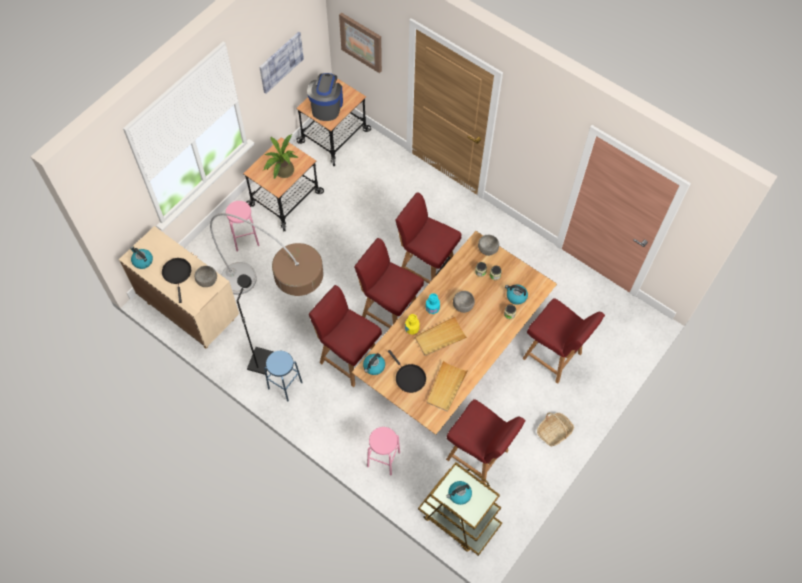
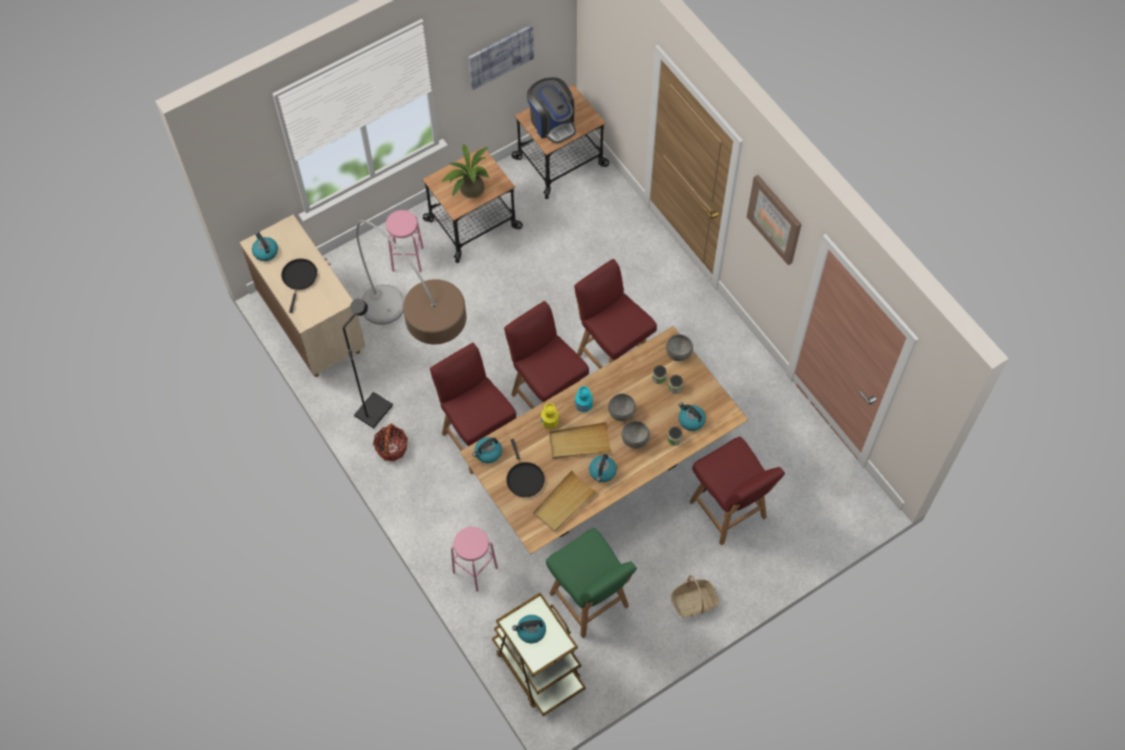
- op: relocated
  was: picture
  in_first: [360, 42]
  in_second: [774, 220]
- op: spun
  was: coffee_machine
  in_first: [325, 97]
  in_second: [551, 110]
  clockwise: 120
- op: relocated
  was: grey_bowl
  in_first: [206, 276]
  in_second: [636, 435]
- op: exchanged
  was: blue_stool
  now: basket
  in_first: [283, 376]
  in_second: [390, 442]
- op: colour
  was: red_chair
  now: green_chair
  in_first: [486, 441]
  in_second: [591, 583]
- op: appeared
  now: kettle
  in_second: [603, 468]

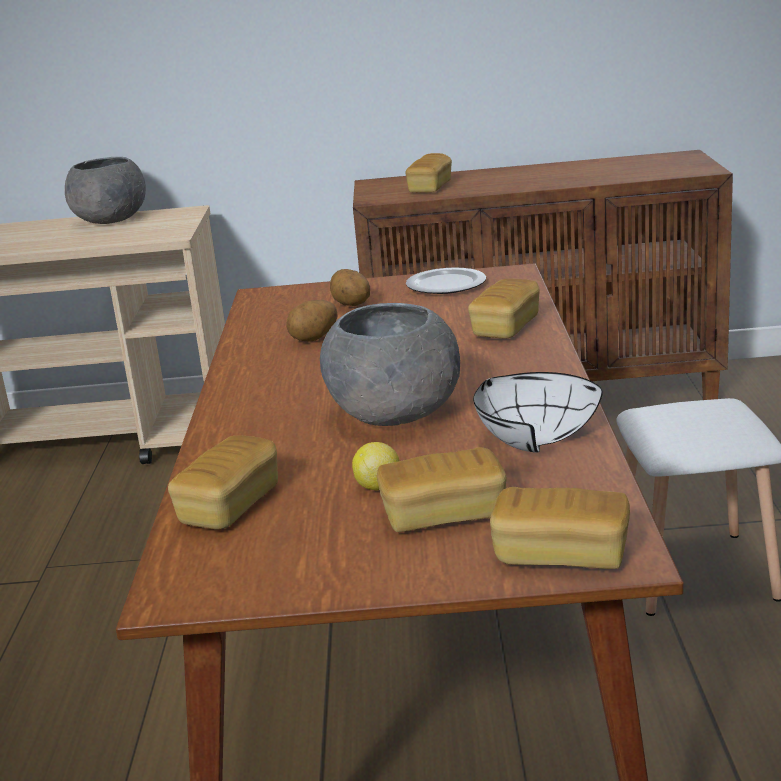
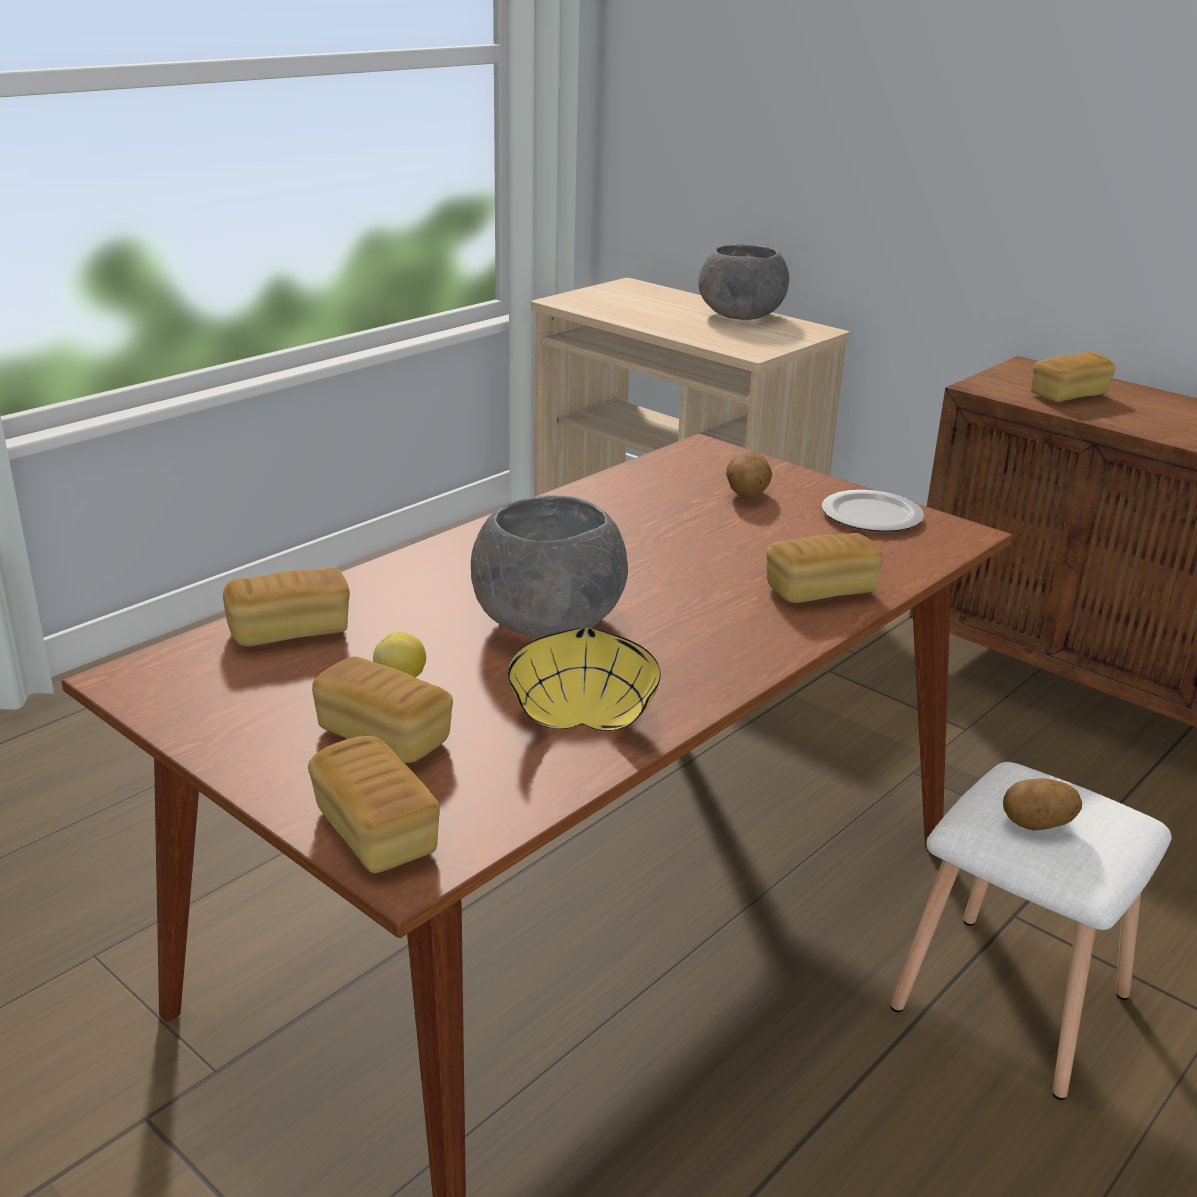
- op: relocated
  was: potato
  in_first: [312, 320]
  in_second: [1042, 804]
- op: colour
  was: white_bowl
  now: yellow_bowl
  in_first: [538, 412]
  in_second: [584, 679]

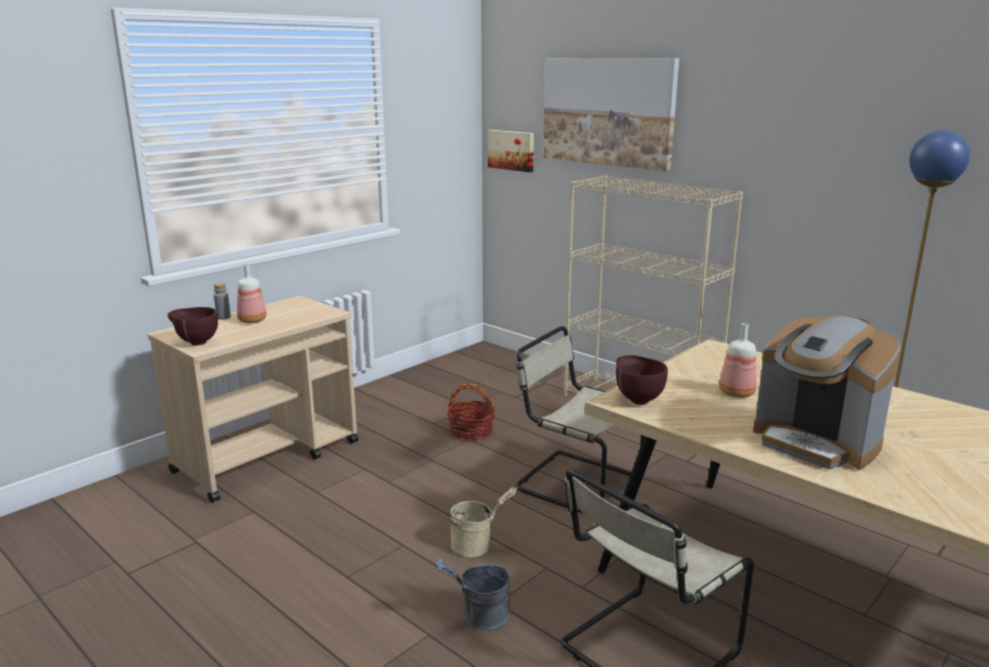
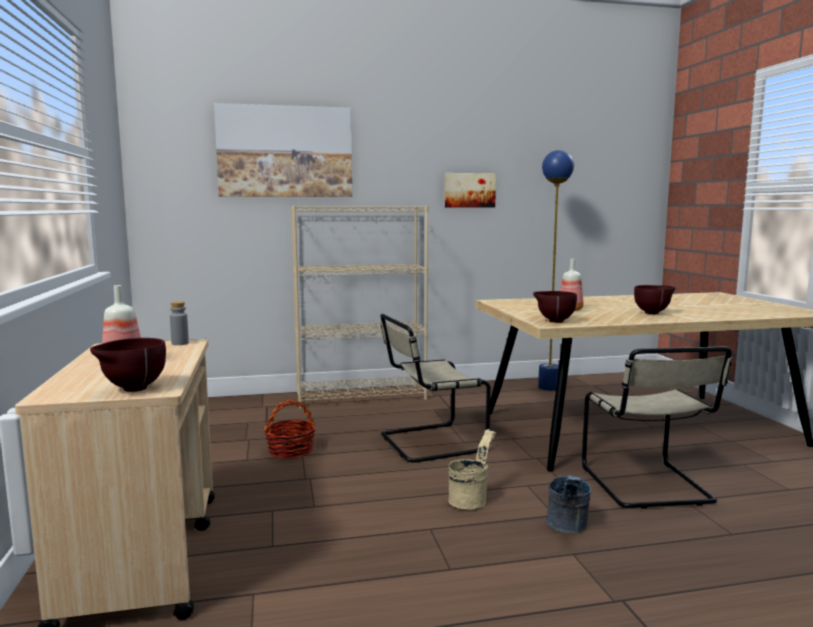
- op: relocated
  was: picture
  in_first: [511, 151]
  in_second: [470, 190]
- op: relocated
  was: grey_bottle
  in_first: [222, 301]
  in_second: [179, 323]
- op: exchanged
  was: coffee_machine
  now: brown_bowl
  in_first: [827, 392]
  in_second: [654, 299]

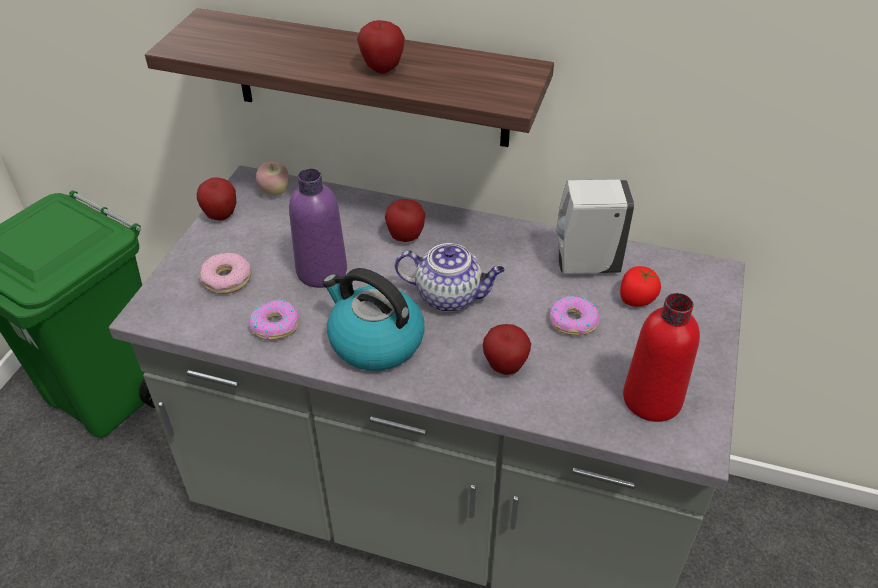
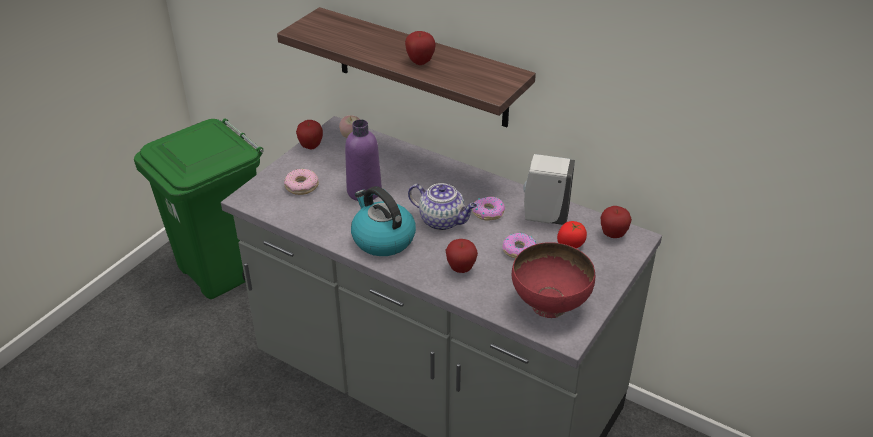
- op: relocated
  was: apple
  in_first: [405, 220]
  in_second: [616, 222]
- op: exchanged
  was: red_bottle
  now: red_bowl
  in_first: [661, 357]
  in_second: [553, 280]
- op: relocated
  was: donut
  in_first: [273, 320]
  in_second: [488, 208]

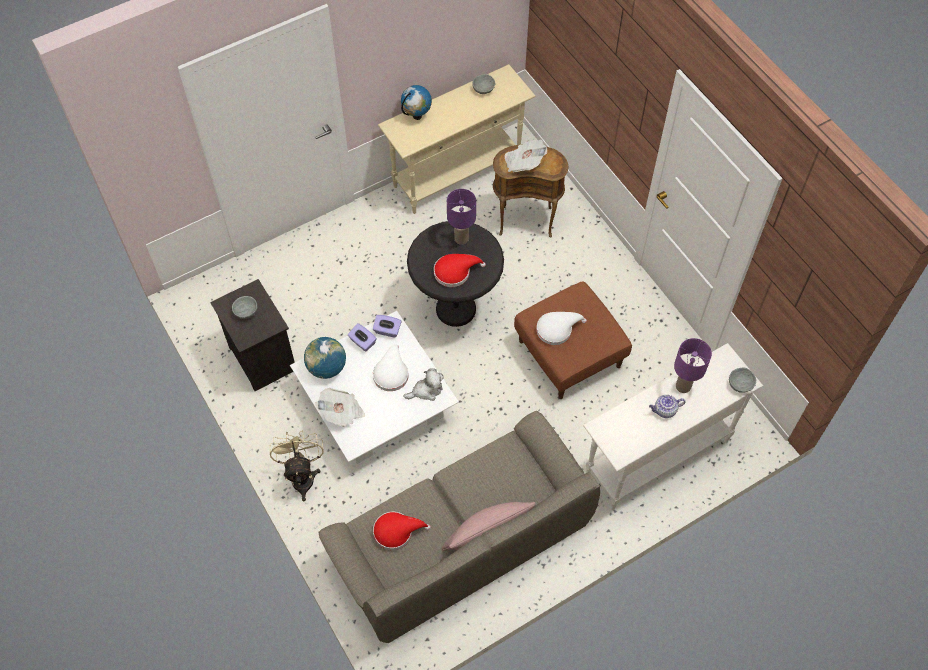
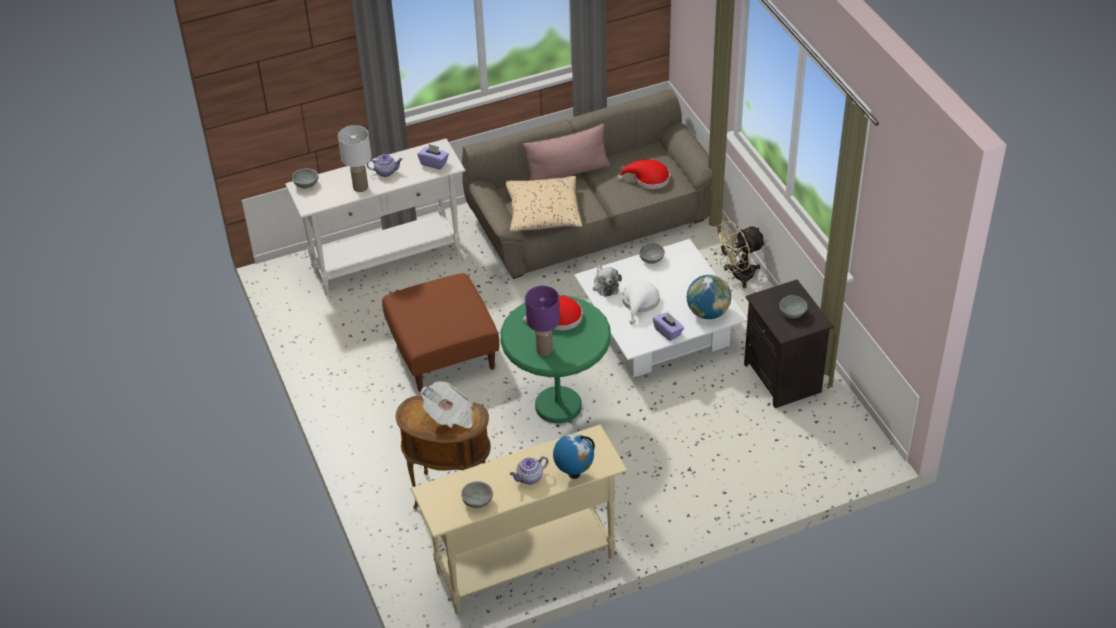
- op: colour
  was: black_side_table
  now: green_side_table
  in_first: [455, 274]
  in_second: [556, 359]
- op: missing
  was: white_hat
  in_first: [561, 328]
- op: relocated
  was: purple_tissue_box
  in_first: [387, 326]
  in_second: [433, 157]
- op: colour
  was: purple_table_lamp
  now: white_table_lamp
  in_first: [693, 365]
  in_second: [355, 158]
- op: spun
  was: plush_toy
  in_first: [423, 384]
  in_second: [607, 280]
  clockwise: -90
- op: missing
  was: newspaper
  in_first: [340, 407]
- op: spun
  was: beige_fan
  in_first: [297, 465]
  in_second: [739, 254]
  clockwise: 60
- op: appeared
  now: beige_pillow
  in_second: [544, 204]
- op: appeared
  now: grey_bowl
  in_second: [652, 253]
- op: appeared
  now: teapot
  in_second: [529, 470]

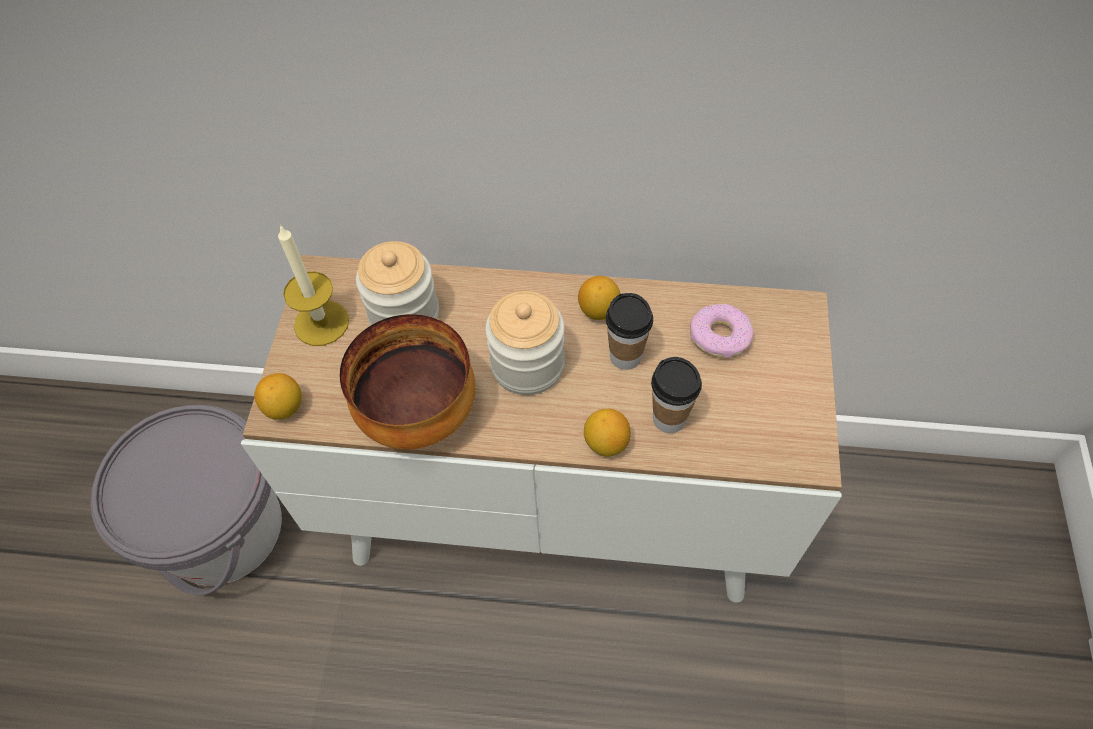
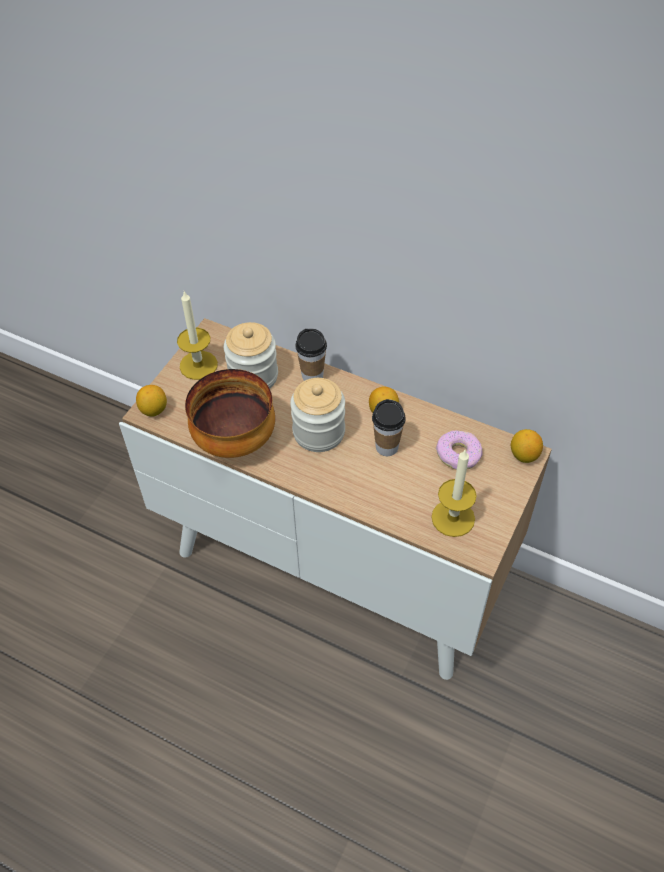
- op: relocated
  was: cup
  in_first: [676, 395]
  in_second: [311, 354]
- op: missing
  was: grey_bucket
  in_first: [186, 500]
- op: relocated
  was: lemon
  in_first: [607, 433]
  in_second: [527, 446]
- op: appeared
  now: candle
  in_second: [454, 493]

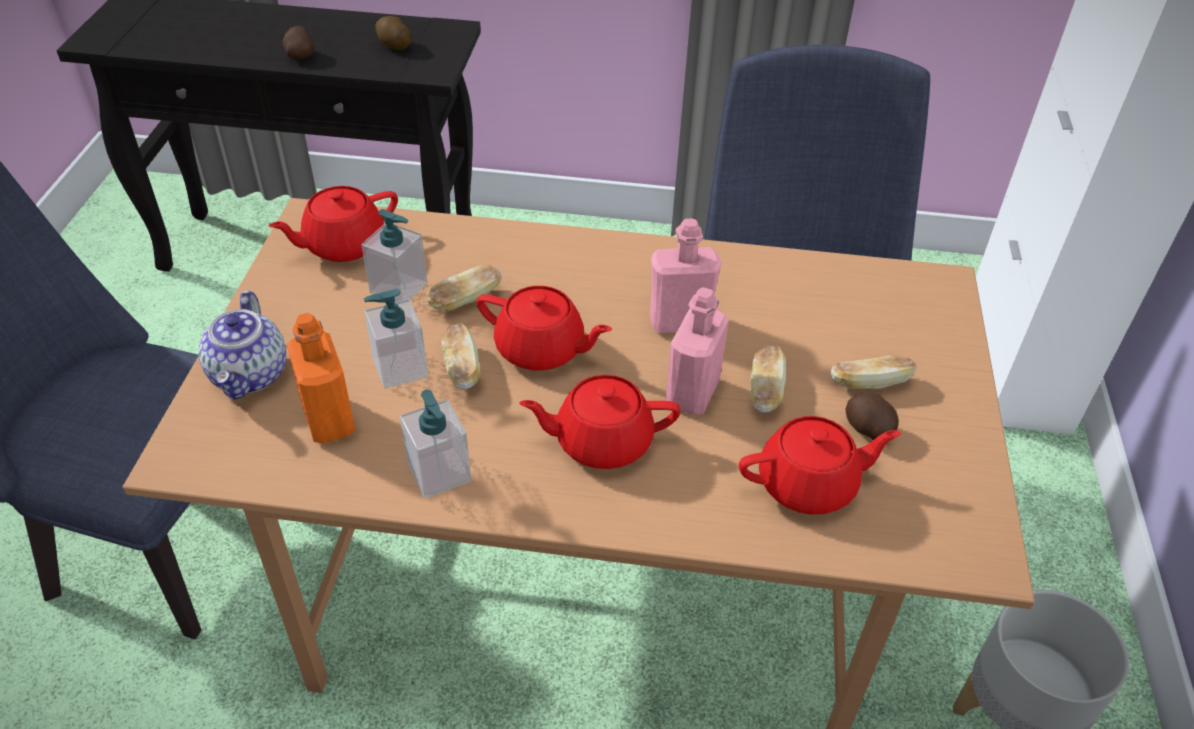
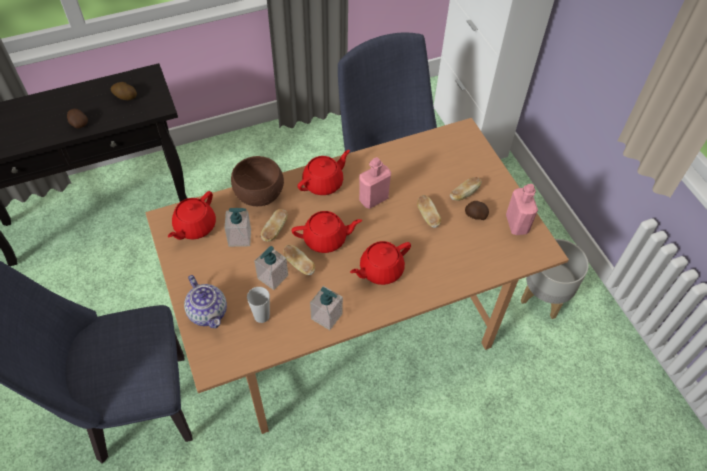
- op: relocated
  was: pink_bottle
  in_first: [697, 350]
  in_second: [522, 209]
- op: exchanged
  was: orange_bottle
  now: cup
  in_first: [321, 378]
  in_second: [258, 305]
- op: relocated
  was: red_teapot
  in_first: [820, 465]
  in_second: [324, 172]
- op: appeared
  now: brown_bowl
  in_second: [257, 181]

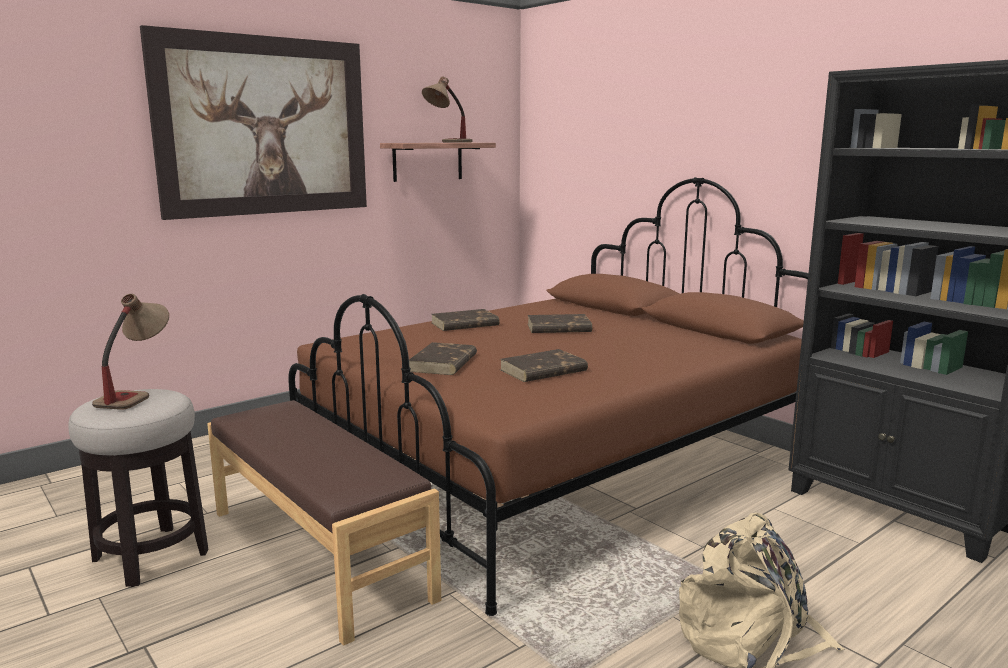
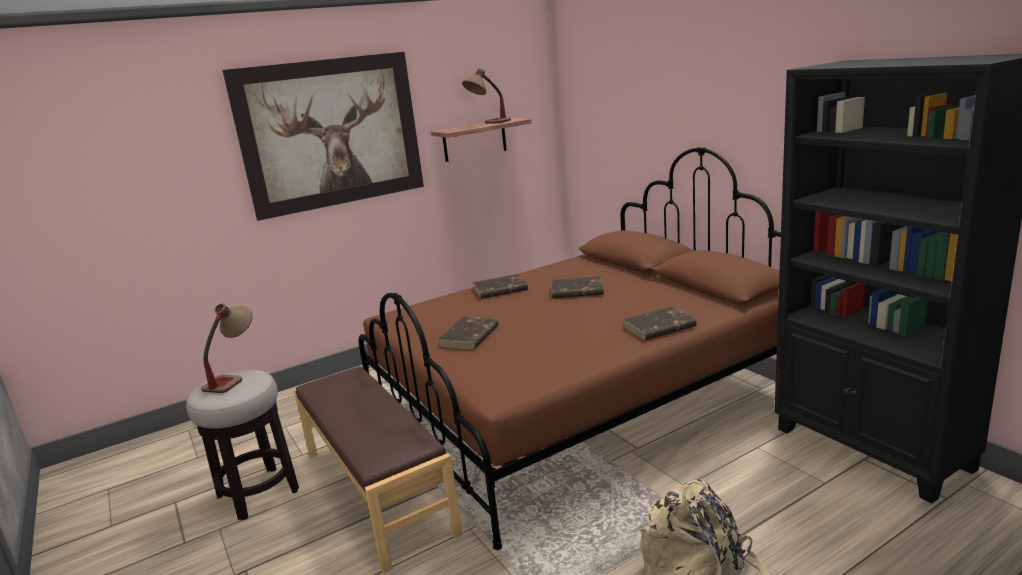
- op: relocated
  was: brown_book
  in_first: [544, 365]
  in_second: [660, 323]

